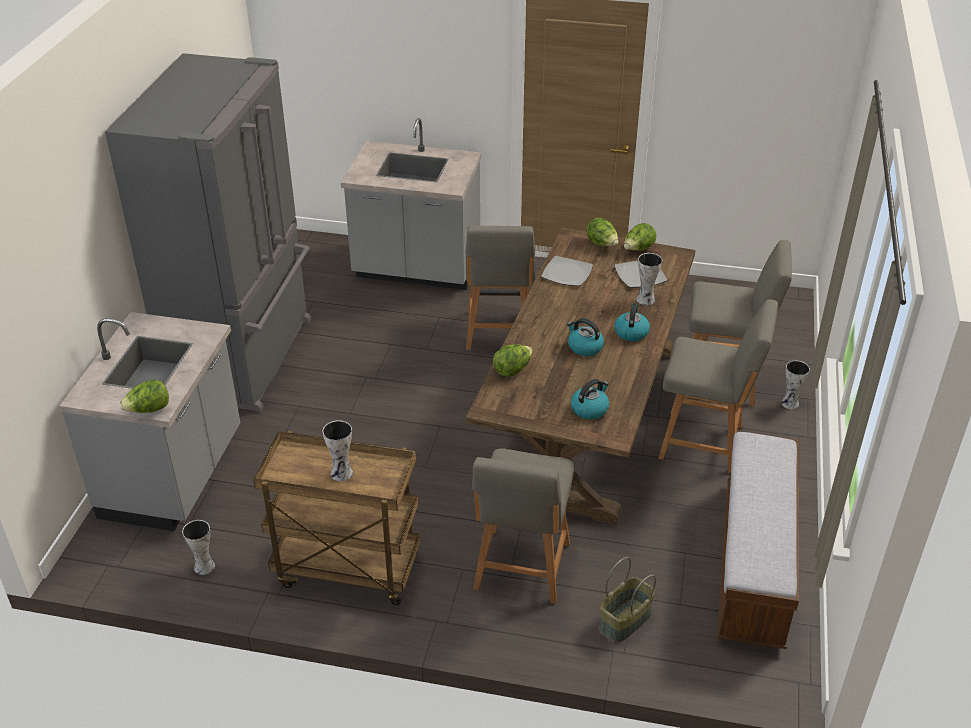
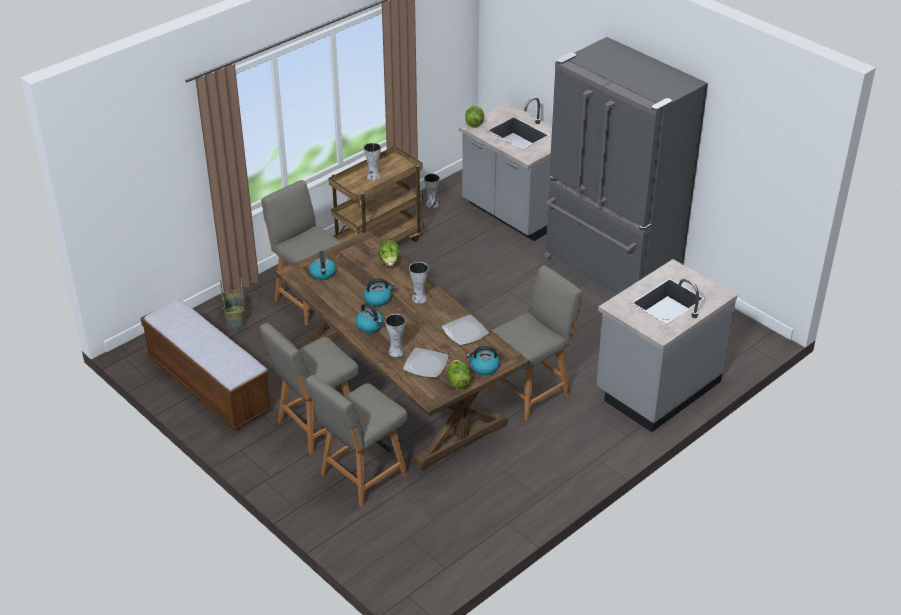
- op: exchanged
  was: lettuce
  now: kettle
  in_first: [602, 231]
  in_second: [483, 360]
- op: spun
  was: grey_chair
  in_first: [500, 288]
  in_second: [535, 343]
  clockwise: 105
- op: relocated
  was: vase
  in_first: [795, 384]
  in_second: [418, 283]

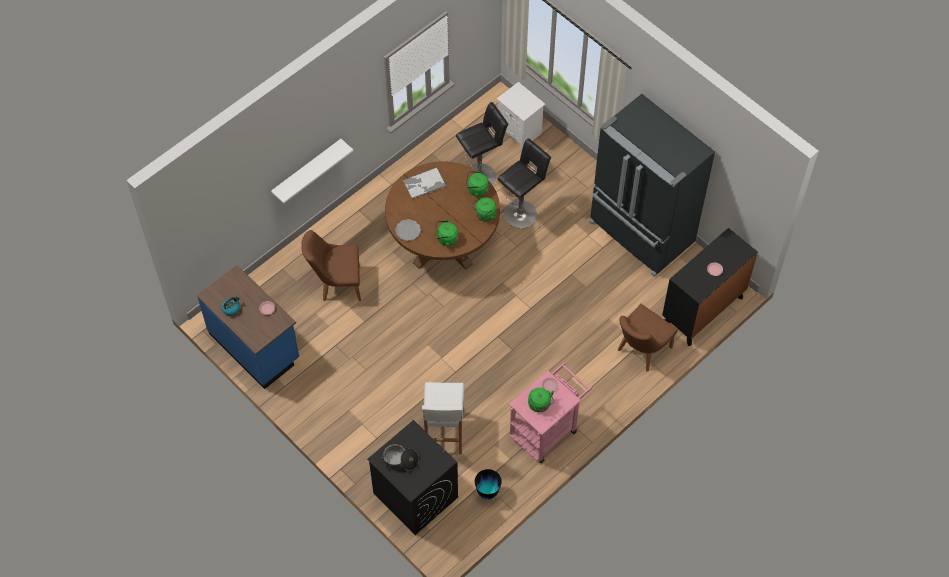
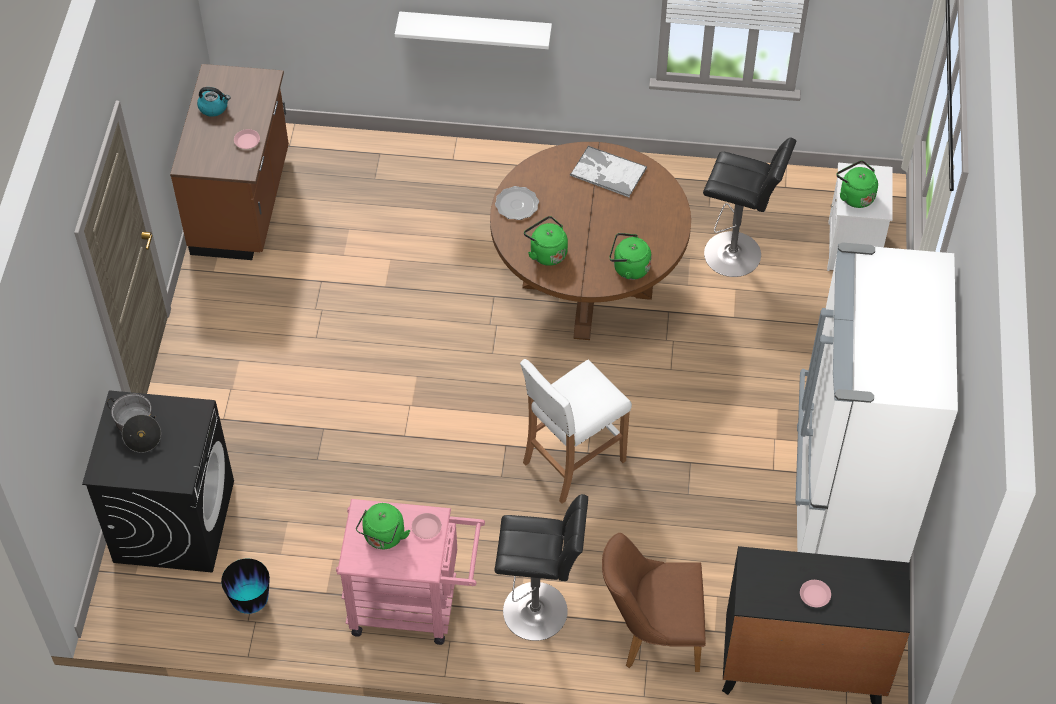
- op: colour
  was: black_fridge
  now: white_fridge
  in_first: [652, 185]
  in_second: [876, 402]
- op: relocated
  was: black_stool
  in_first: [524, 183]
  in_second: [541, 567]
- op: relocated
  was: green_kettle
  in_first: [477, 184]
  in_second: [857, 184]
- op: missing
  was: brown_chair
  in_first: [331, 265]
- op: colour
  was: blue_counter
  now: brown_counter
  in_first: [248, 327]
  in_second: [229, 162]
- op: relocated
  was: white_stool
  in_first: [443, 418]
  in_second: [576, 431]

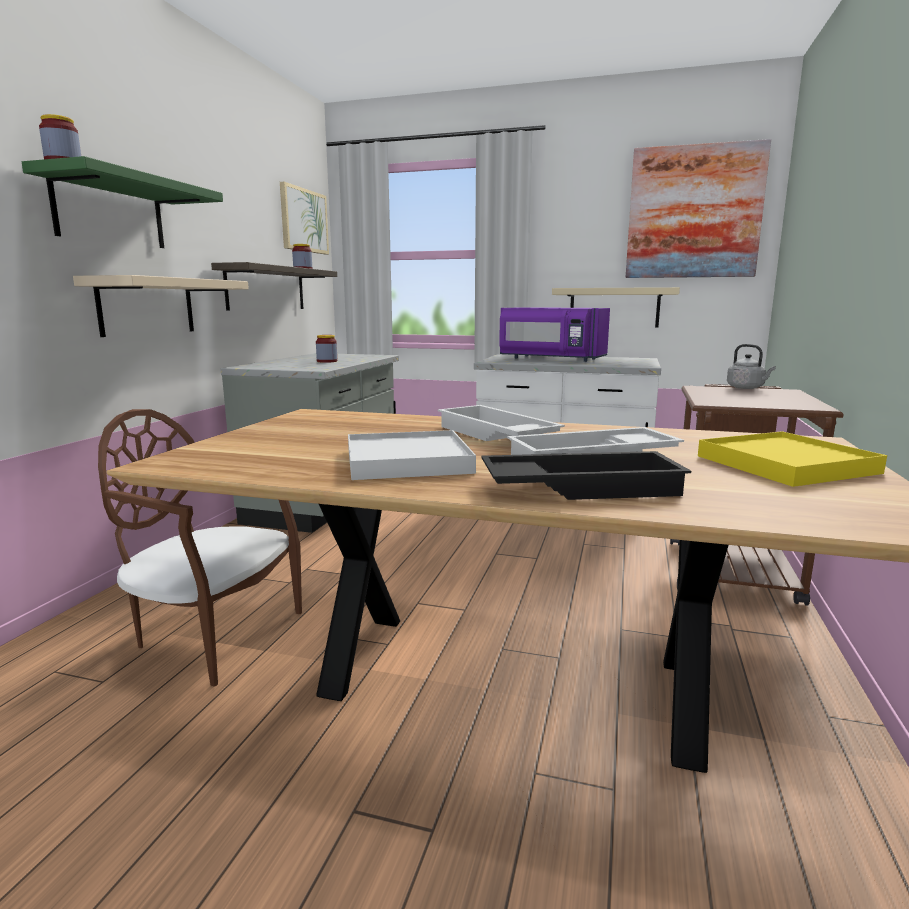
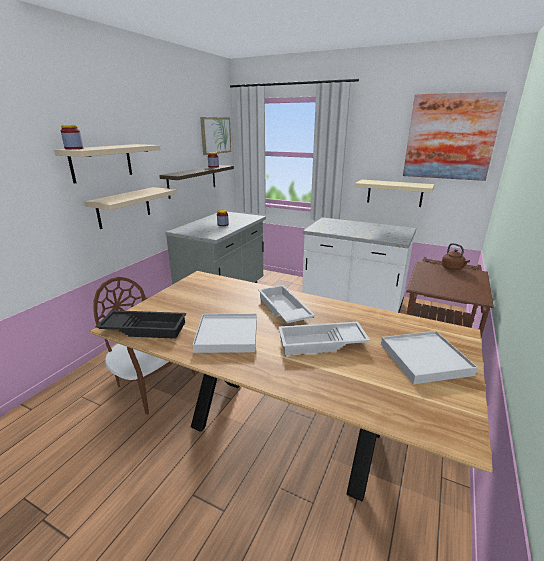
- op: colour
  was: green_shelf
  now: beige_shelf
  in_first: [122, 202]
  in_second: [107, 164]
- op: missing
  was: purple_microwave
  in_first: [554, 334]
- op: colour
  was: grey_kettle
  now: brown_kettle
  in_first: [751, 366]
  in_second: [455, 256]
- op: colour
  was: yellow_tray
  now: white_tray
  in_first: [792, 459]
  in_second: [429, 357]
- op: relocated
  was: black_tray
  in_first: [586, 475]
  in_second: [141, 324]

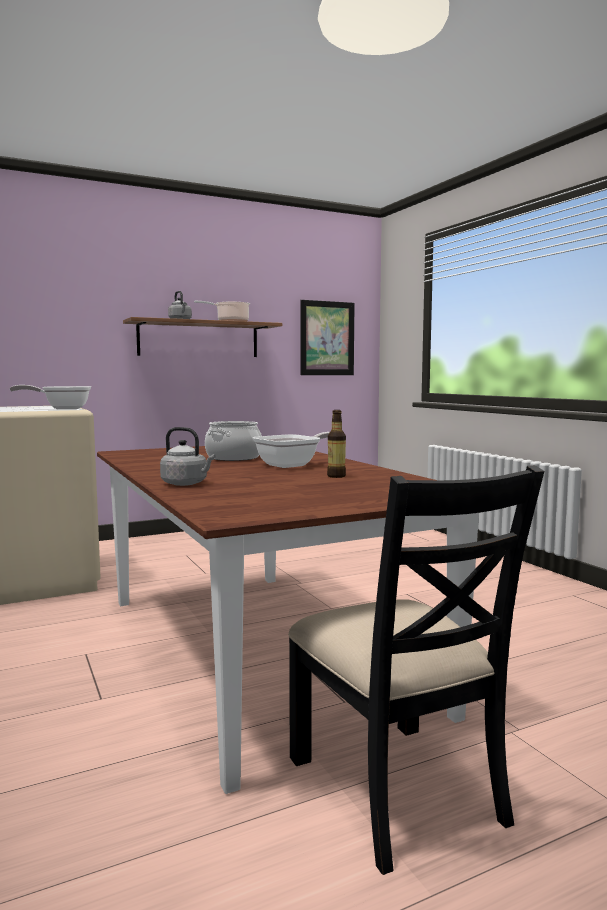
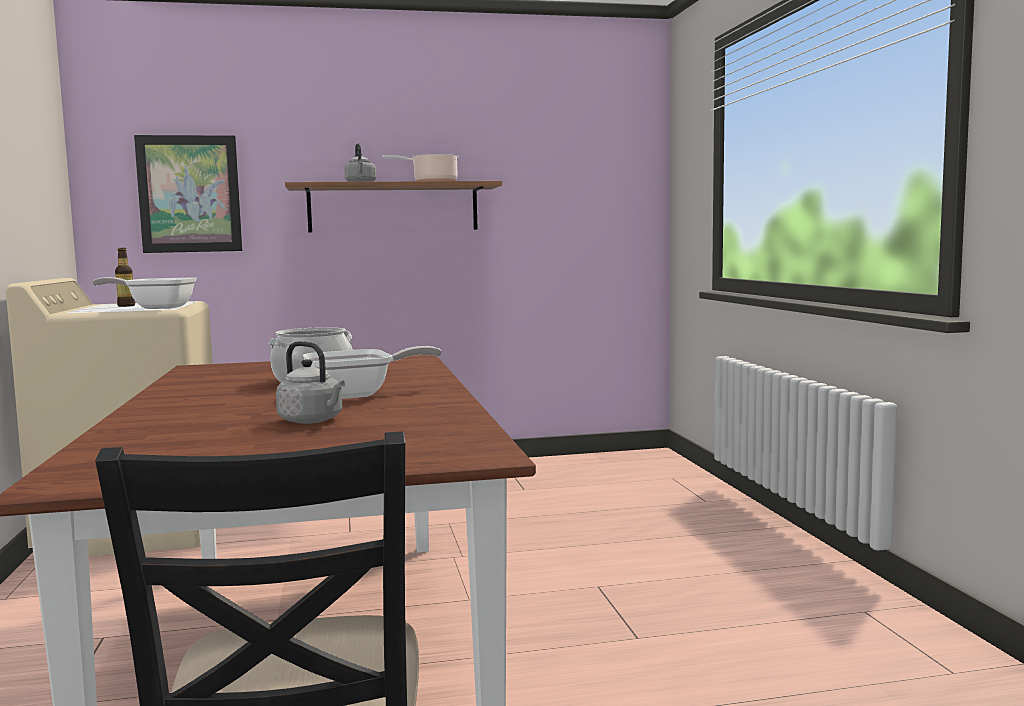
- op: relocated
  was: picture
  in_first: [327, 337]
  in_second: [188, 194]
- op: relocated
  was: bottle
  in_first: [336, 444]
  in_second: [125, 277]
- op: relocated
  was: grey_kettle
  in_first: [187, 456]
  in_second: [310, 382]

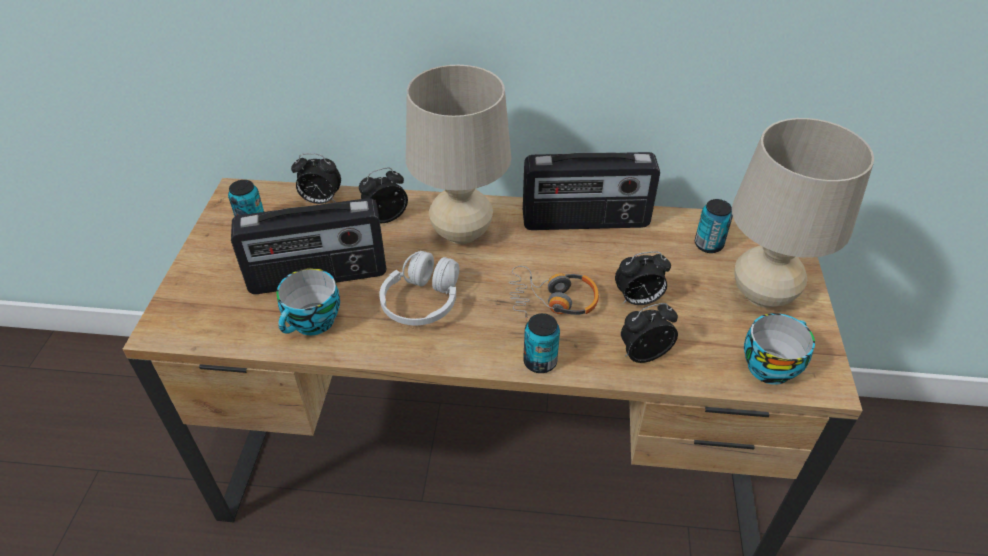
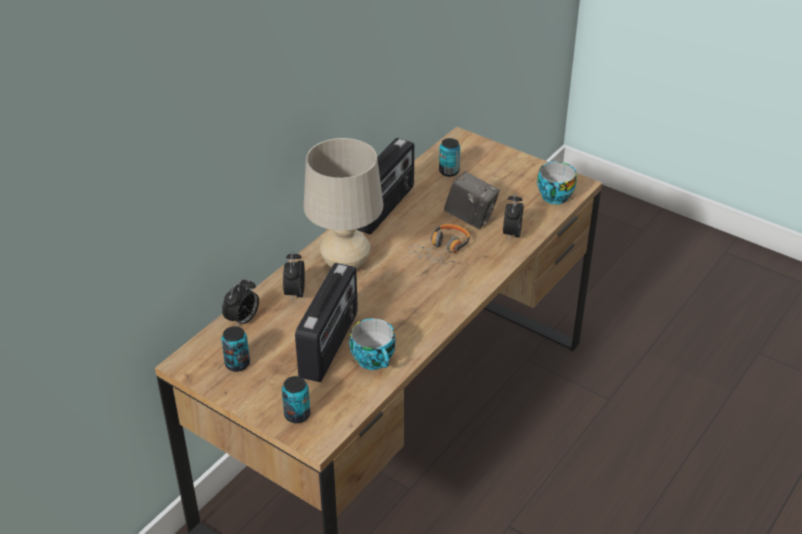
- op: missing
  was: beige_table_lamp
  in_first: [803, 213]
- op: missing
  was: white_headphones
  in_first: [419, 288]
- op: exchanged
  was: alarm_clock
  now: photo_camera
  in_first: [643, 278]
  in_second: [472, 200]
- op: relocated
  was: can
  in_first: [541, 343]
  in_second: [296, 399]

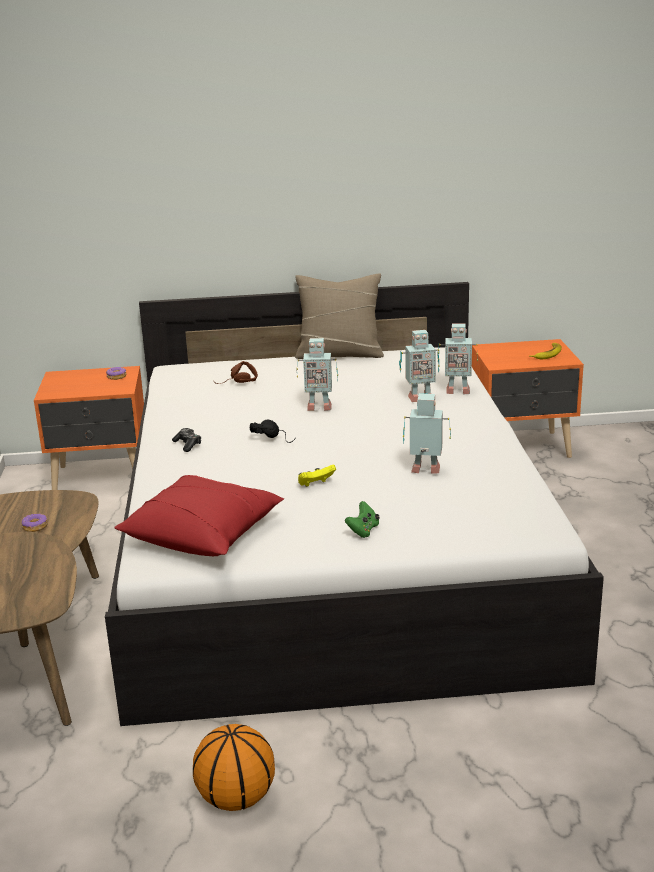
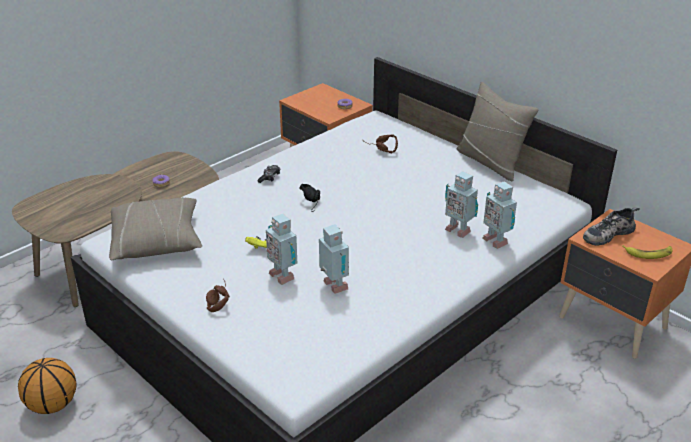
- op: relocated
  was: toy_robot
  in_first: [317, 374]
  in_second: [281, 249]
- op: colour
  was: red_pillow
  now: beige_pillow
  in_first: [199, 515]
  in_second: [155, 228]
- op: exchanged
  was: green_game_controller
  now: brown_headphones
  in_first: [362, 519]
  in_second: [218, 295]
- op: appeared
  now: shoe
  in_second: [611, 226]

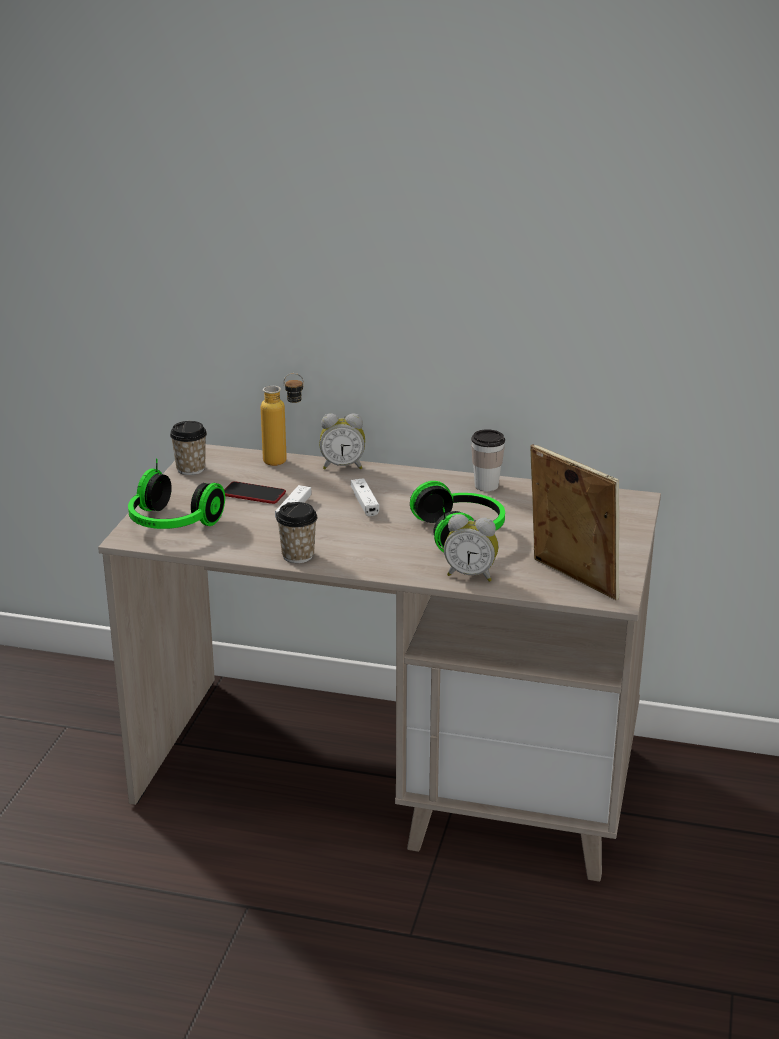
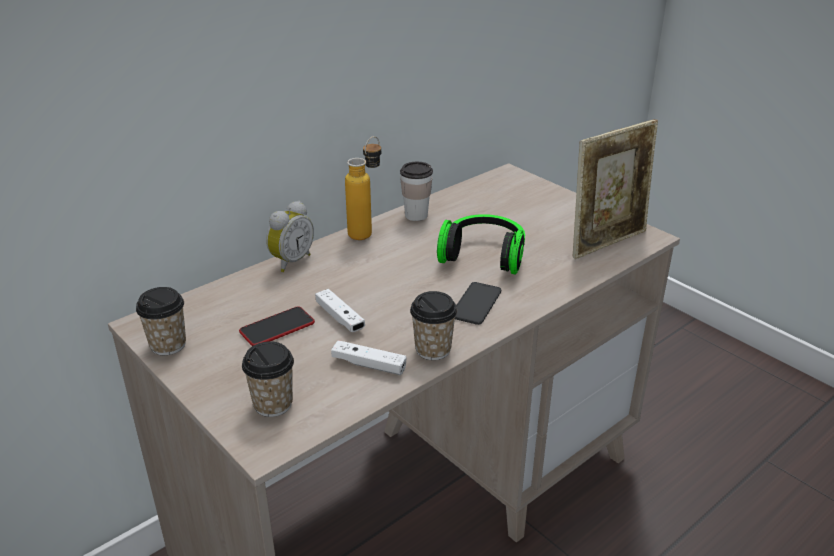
- op: relocated
  was: bottle
  in_first: [282, 419]
  in_second: [363, 188]
- op: spun
  was: picture_frame
  in_first: [574, 522]
  in_second: [615, 189]
  clockwise: 150
- op: exchanged
  was: headphones
  now: cup
  in_first: [176, 494]
  in_second: [268, 379]
- op: relocated
  was: white_game_controller
  in_first: [365, 497]
  in_second: [368, 357]
- op: missing
  was: alarm_clock
  in_first: [471, 548]
- op: appeared
  now: phone
  in_second: [478, 303]

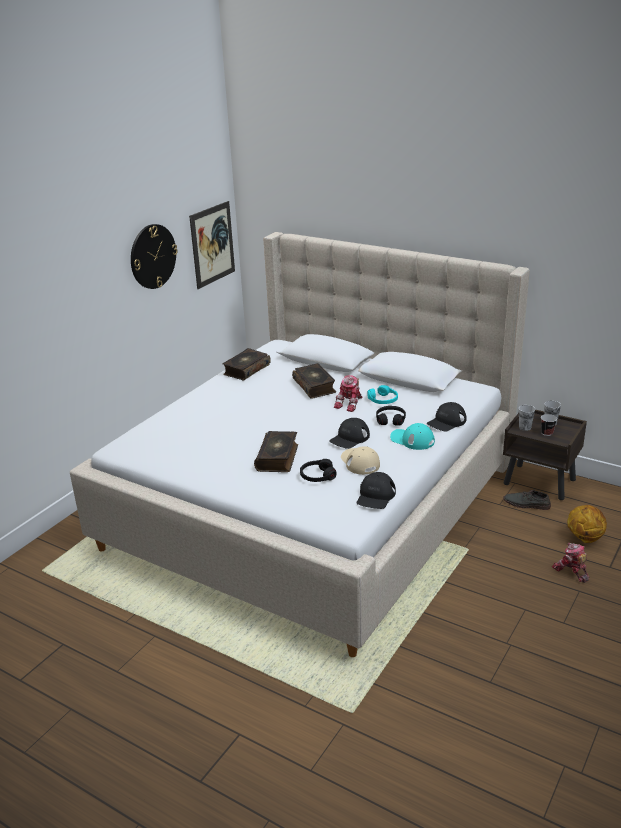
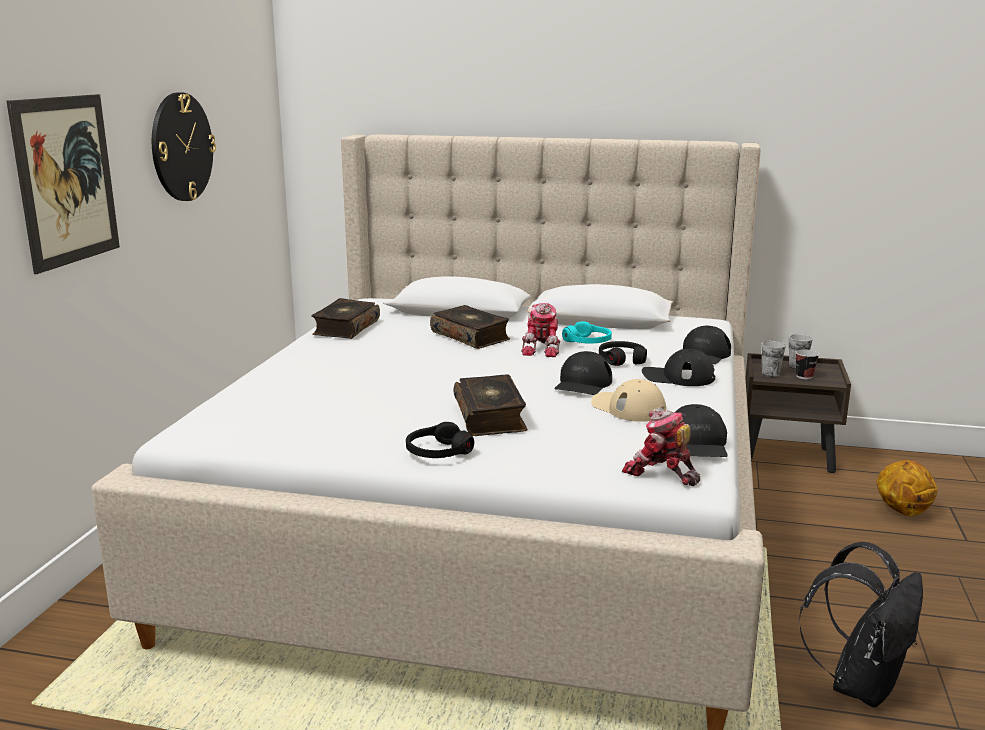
- op: relocated
  was: picture
  in_first: [212, 245]
  in_second: [63, 184]
- op: colour
  was: turquoise_cap
  now: black_cap
  in_first: [412, 436]
  in_second: [678, 367]
- op: relocated
  was: black_headphones
  in_first: [318, 470]
  in_second: [440, 440]
- op: missing
  was: grey_shoe
  in_first: [527, 499]
- op: relocated
  was: toy_robot
  in_first: [570, 563]
  in_second: [661, 447]
- op: appeared
  now: black_backpack
  in_second: [861, 625]

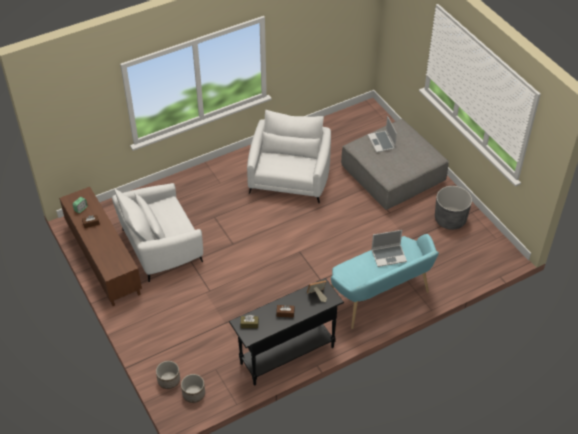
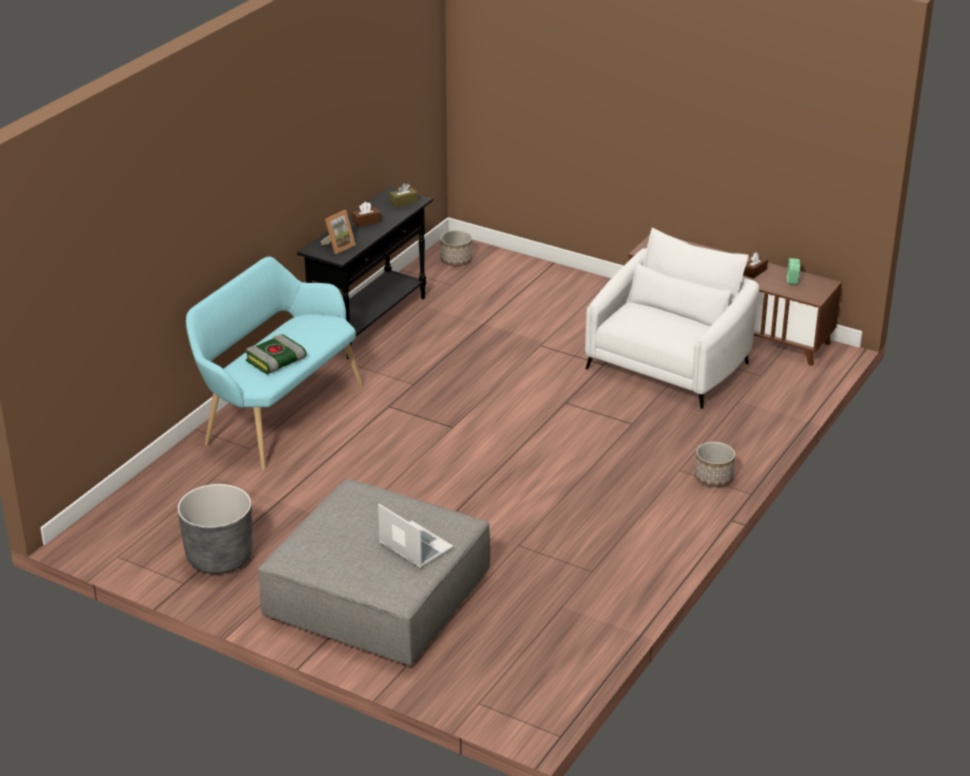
- op: missing
  was: white_armchair
  in_first: [289, 156]
- op: exchanged
  was: laptop
  now: book
  in_first: [389, 248]
  in_second: [276, 354]
- op: relocated
  was: planter
  in_first: [168, 375]
  in_second: [715, 464]

